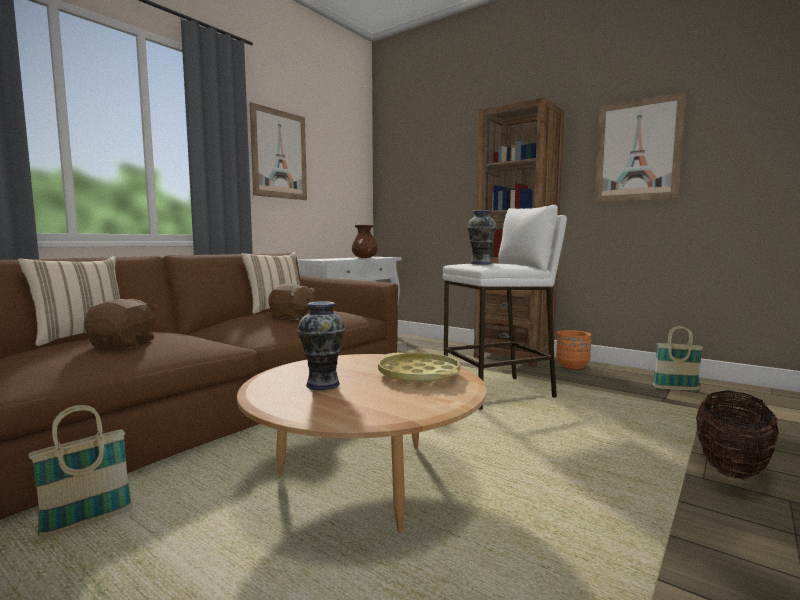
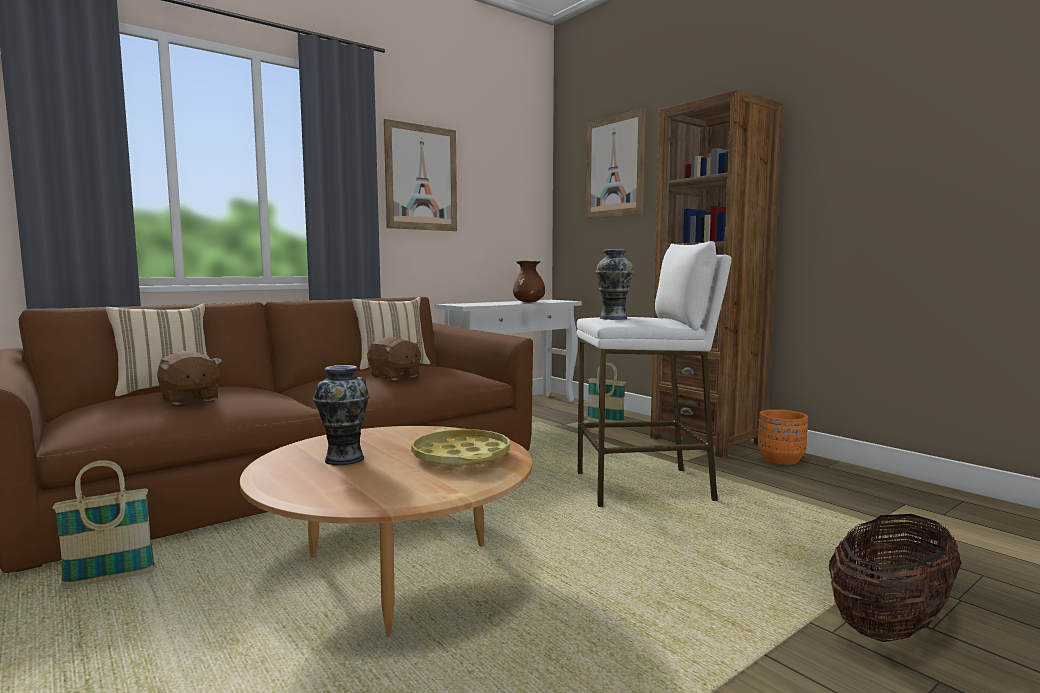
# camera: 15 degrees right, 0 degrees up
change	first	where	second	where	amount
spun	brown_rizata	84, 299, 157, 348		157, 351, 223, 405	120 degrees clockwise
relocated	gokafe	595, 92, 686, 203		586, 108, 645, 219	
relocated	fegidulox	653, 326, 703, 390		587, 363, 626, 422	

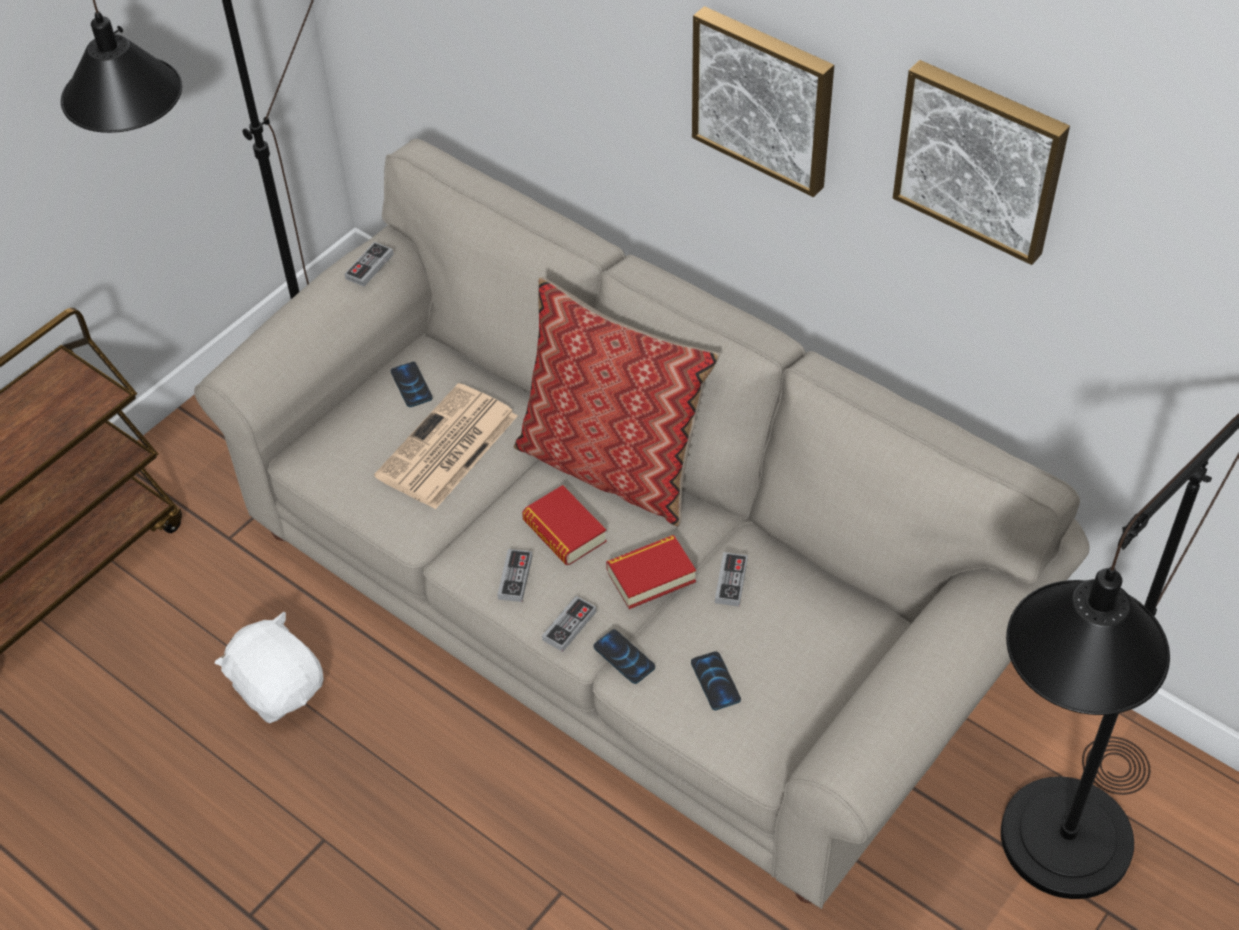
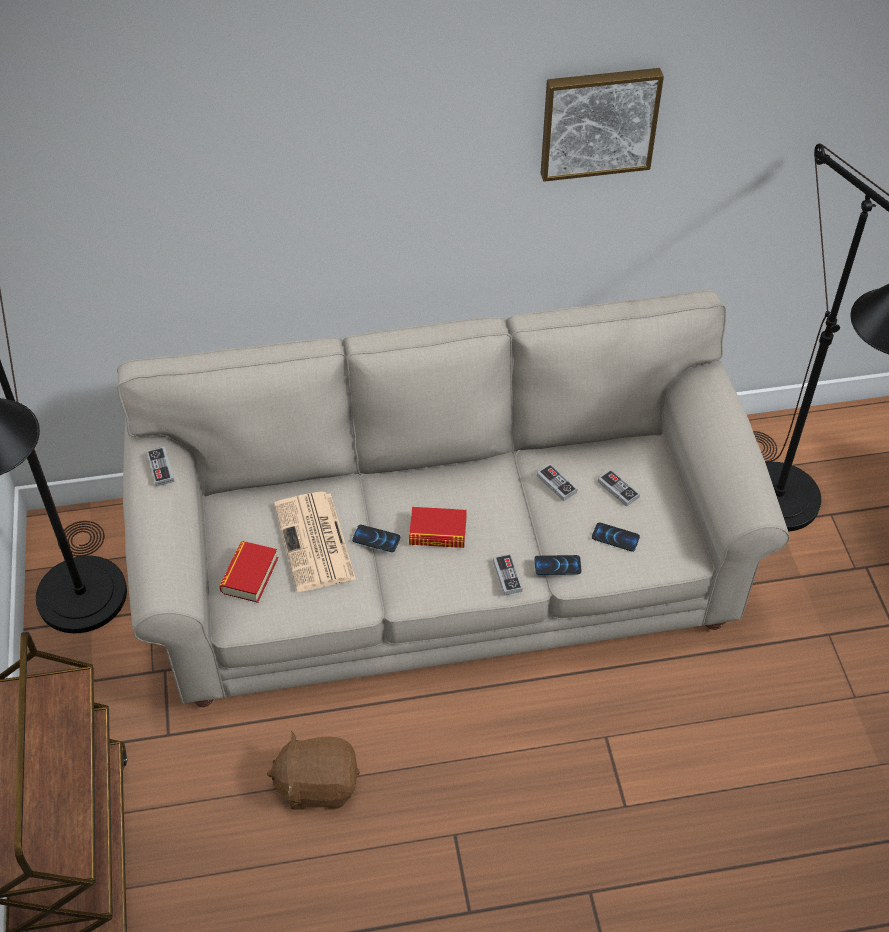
# camera: 50 degrees left, 0 degrees up
change	first	where	second	where	amount
relocated	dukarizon	606, 535, 696, 609		219, 541, 278, 603	
colour	white_rizata	215, 612, 324, 723	brown_rizata	267, 731, 360, 810	
relocated	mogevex	391, 362, 433, 407		352, 525, 400, 552	
relocated	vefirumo	497, 549, 533, 602		598, 470, 640, 507	
missing	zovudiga	514, 277, 720, 527			
missing	gokafe	692, 6, 834, 197			

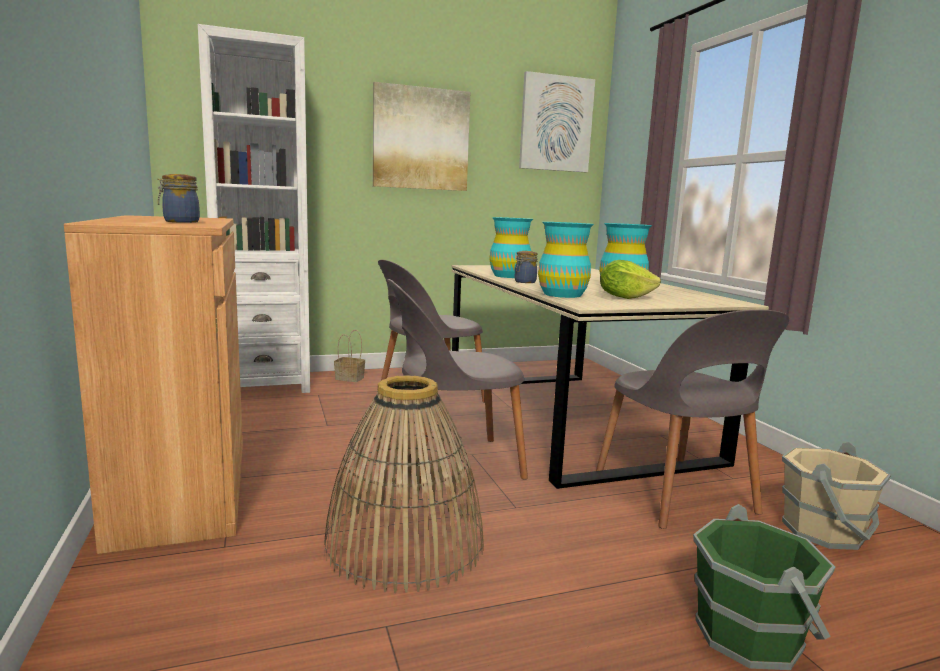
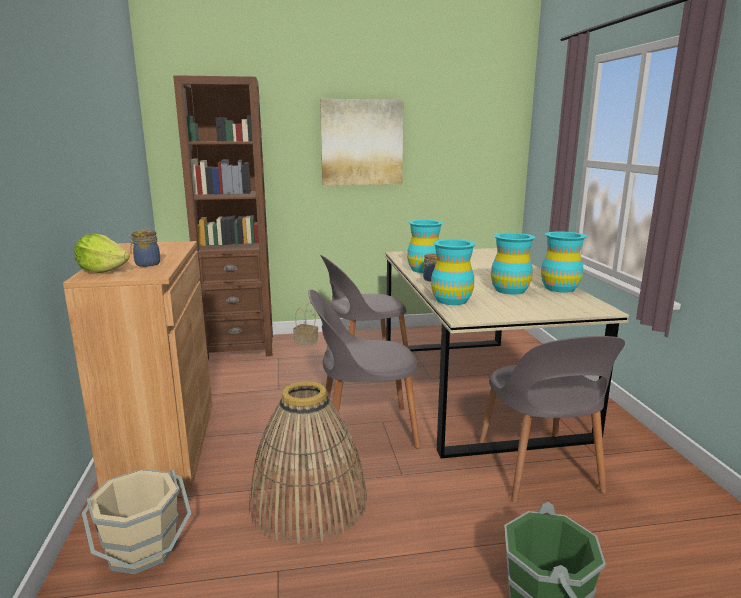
# camera: 10 degrees right, 5 degrees up
change	first	where	second	where	amount
relocated	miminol	600, 260, 661, 299		74, 234, 130, 273	
relocated	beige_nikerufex	782, 442, 891, 550		81, 469, 192, 574	
colour	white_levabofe	198, 24, 310, 393	brown_levabofe	173, 75, 273, 360	
appeared			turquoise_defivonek	541, 231, 587, 293	
missing	gokafe	519, 71, 595, 172			

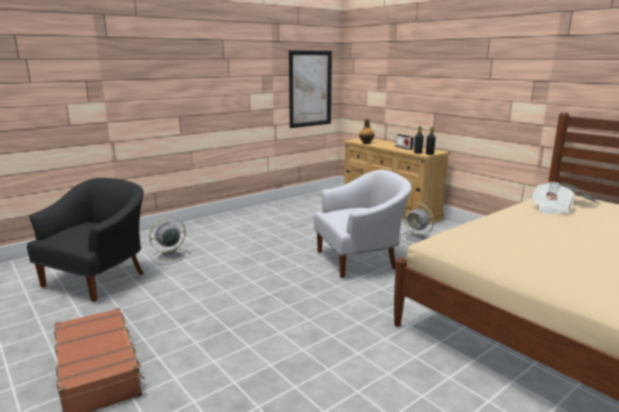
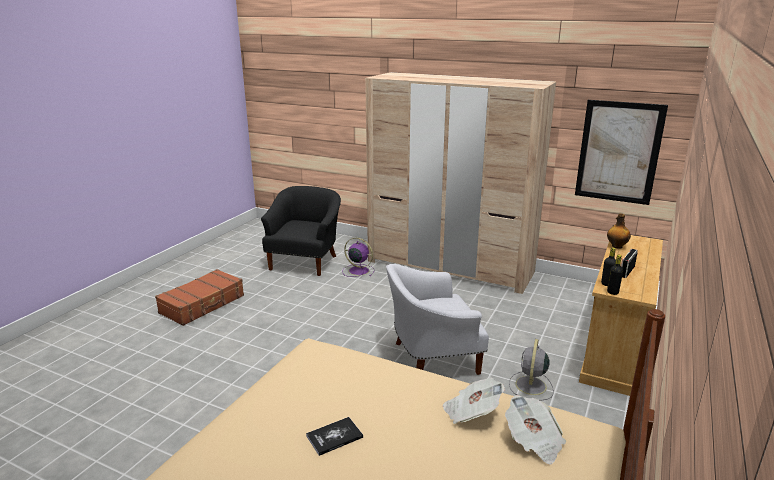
# camera: 65 degrees right, 5 degrees up
change	first	where	second	where	amount
spun	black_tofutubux	27, 178, 144, 302		261, 186, 341, 276	75 degrees counterclockwise
appeared			dukarizon	306, 417, 363, 456	
colour	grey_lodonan	149, 217, 191, 265	purple_lodonan	342, 238, 375, 277	
appeared			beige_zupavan	365, 72, 556, 294	
spun	white_tofutubux	314, 170, 412, 278		386, 264, 489, 375	120 degrees clockwise

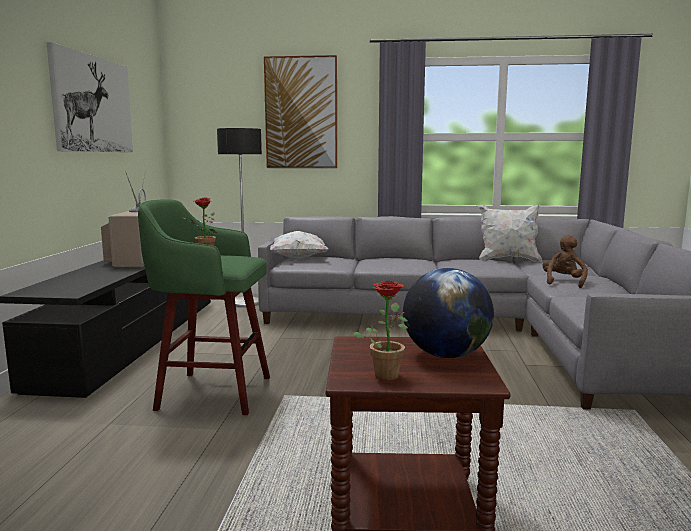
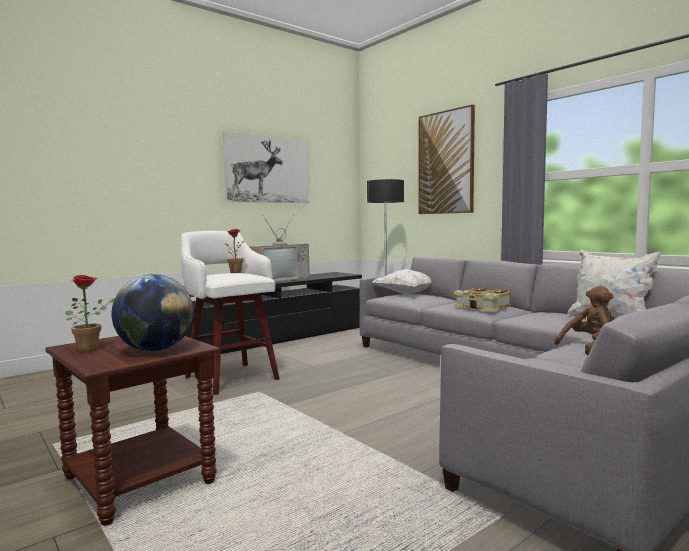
# camera: 45 degrees right, 5 degrees down
change	first	where	second	where	amount
colour	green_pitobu	138, 199, 270, 415	white_pitobu	181, 231, 280, 395	
appeared			dukarizon	454, 288, 511, 312	

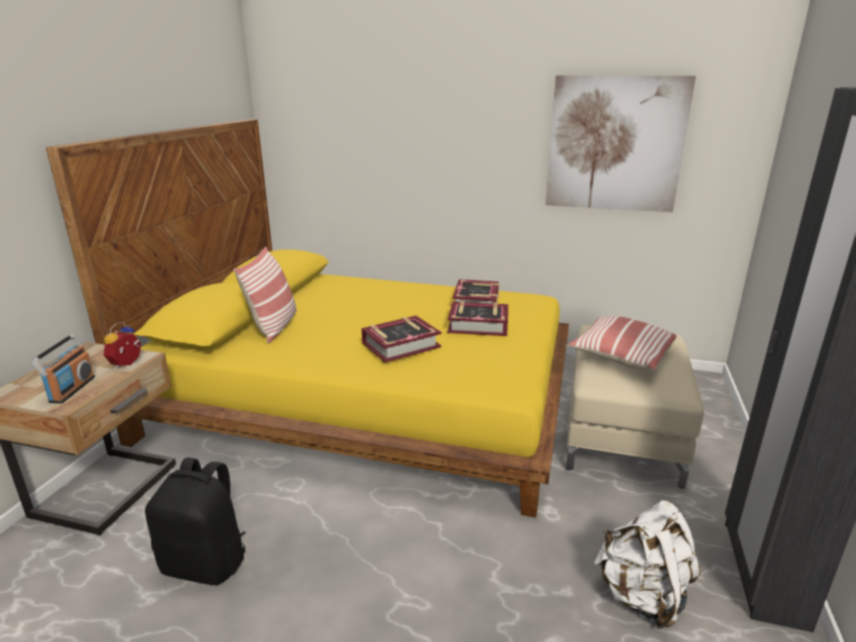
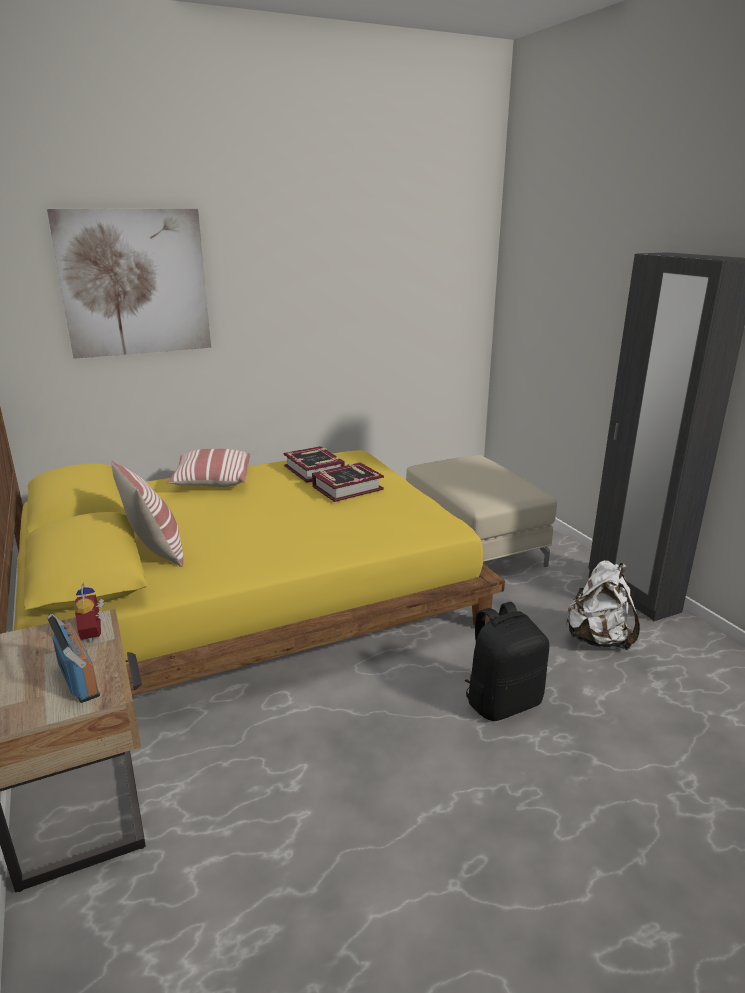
# camera: 40 degrees left, 0 degrees up
change	first	where	second	where	amount
relocated	gokafe	545, 75, 696, 212		47, 209, 211, 359	
relocated	zovudiga	568, 316, 677, 370		166, 449, 250, 487	
relocated	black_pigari	145, 457, 246, 585		465, 602, 549, 721	
missing	dukarizon	362, 316, 441, 362			

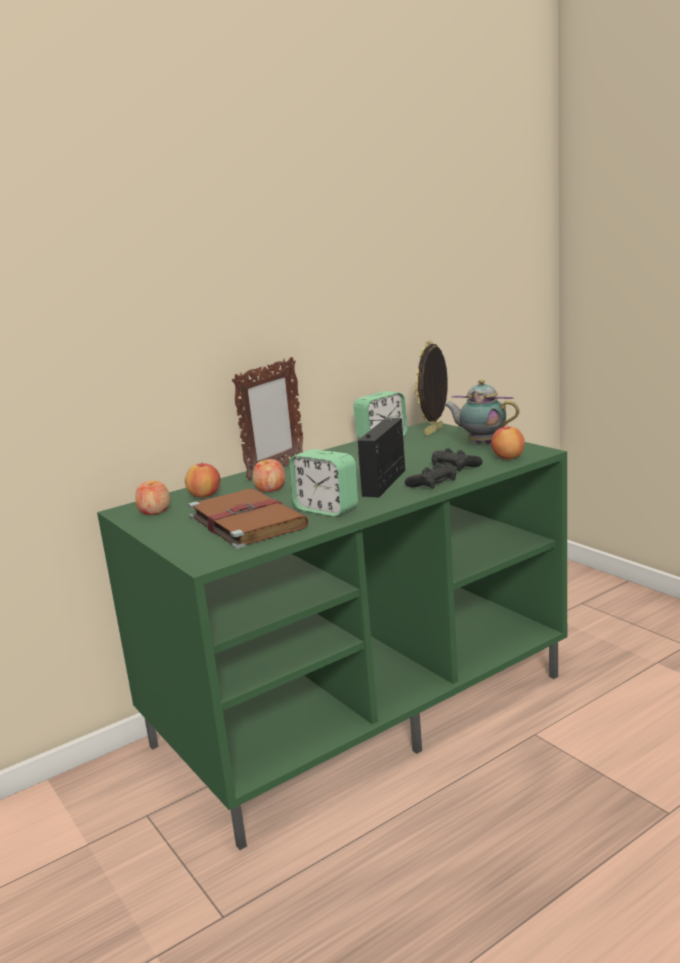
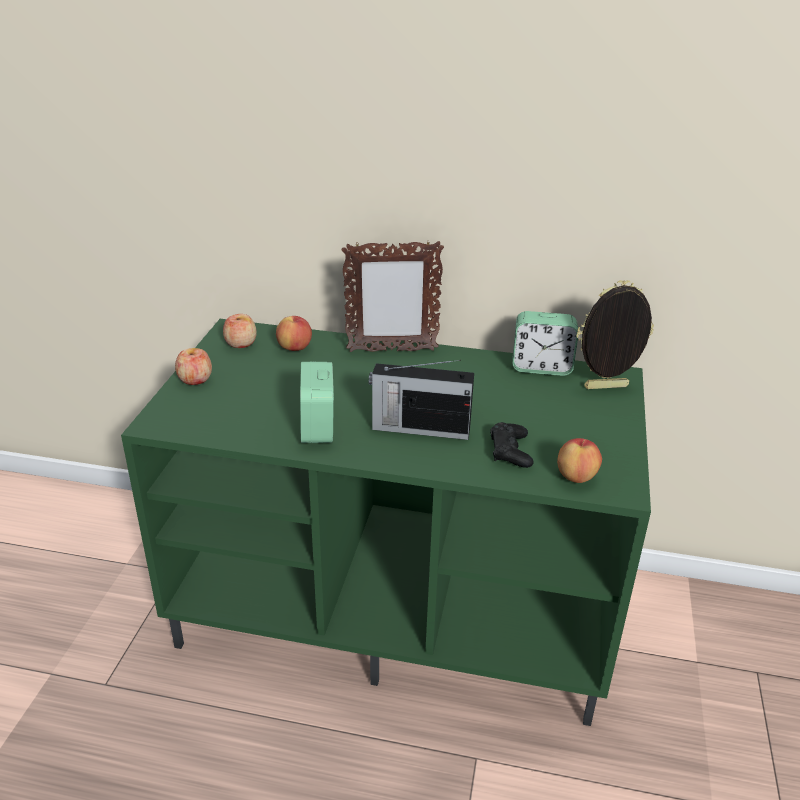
# camera: 45 degrees right, 15 degrees up
change	first	where	second	where	amount
relocated	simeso	253, 459, 286, 492		175, 348, 212, 385	
spun	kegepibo	357, 418, 405, 497		369, 360, 474, 440	150 degrees counterclockwise
missing	brown_dukarizon	188, 489, 309, 549			
missing	black_vefirumo	405, 463, 457, 489			
missing	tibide	444, 380, 519, 444			

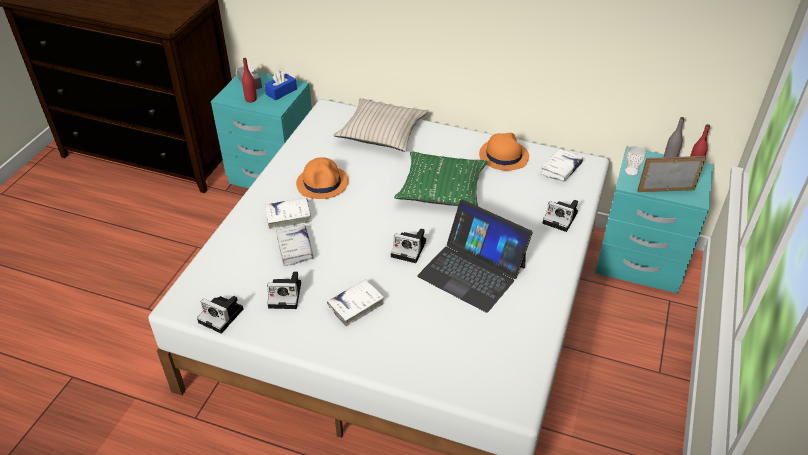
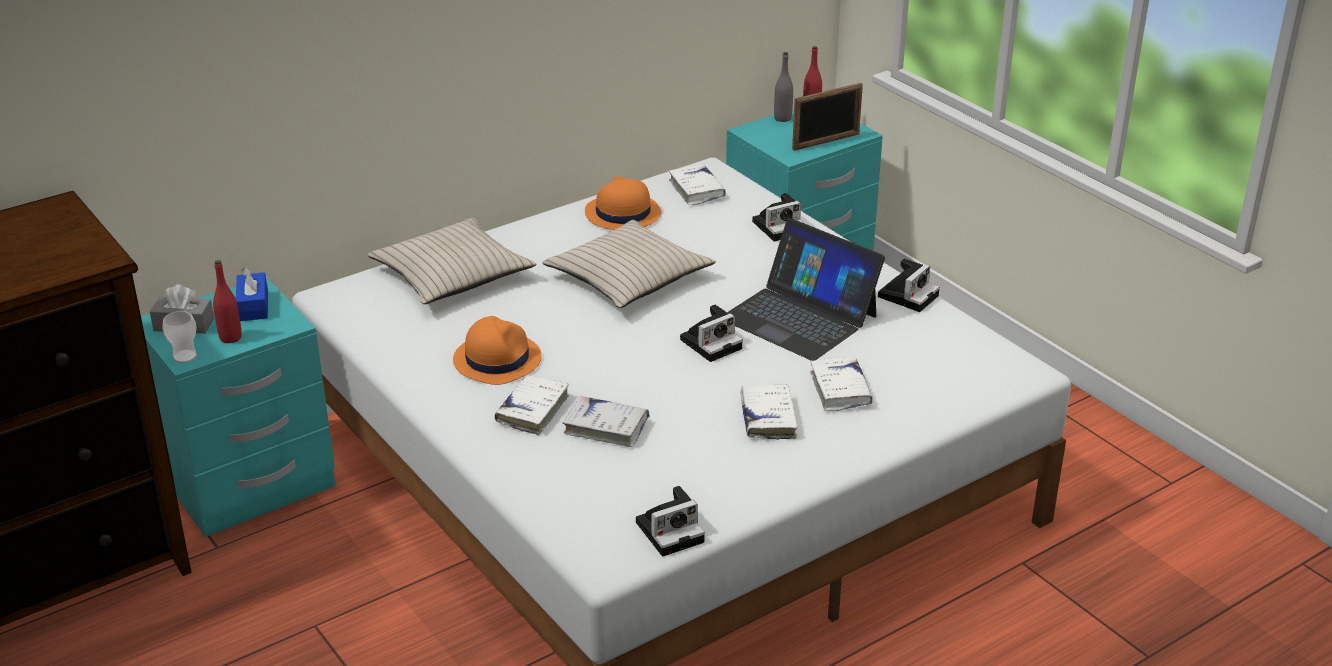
# camera: 55 degrees left, 10 degrees down
change	first	where	second	where	amount
relocated	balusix	625, 146, 646, 176		162, 311, 197, 363	
colour	green_zovudiga	394, 152, 488, 206	beige_zovudiga	542, 220, 716, 308	
spun	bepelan	417, 200, 533, 313		727, 218, 885, 361	60 degrees clockwise
spun	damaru	637, 156, 706, 192		792, 83, 863, 151	150 degrees counterclockwise
appeared			white_dukarizon	810, 356, 873, 411	
relocated	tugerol	267, 271, 301, 309		878, 259, 940, 312	

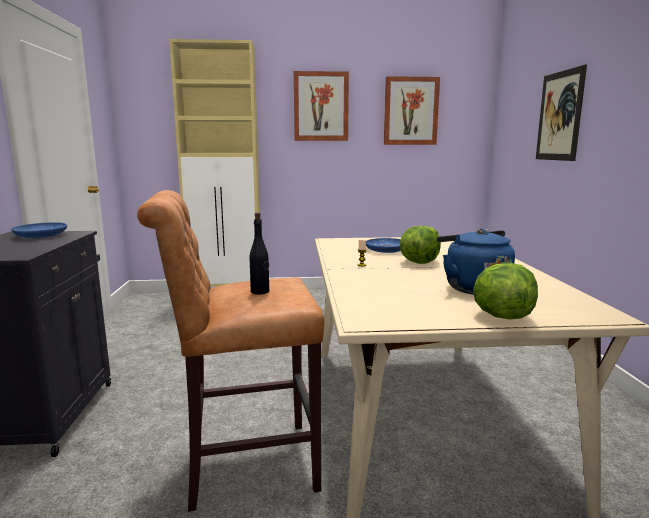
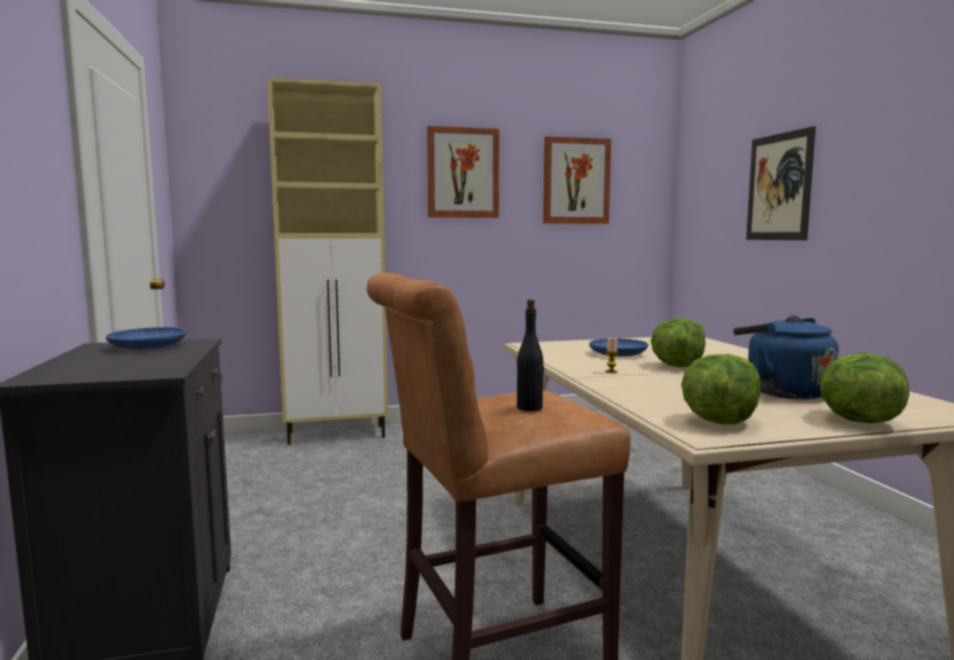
# camera: 10 degrees left, 5 degrees down
change	first	where	second	where	amount
appeared			miminol	681, 354, 760, 425	

